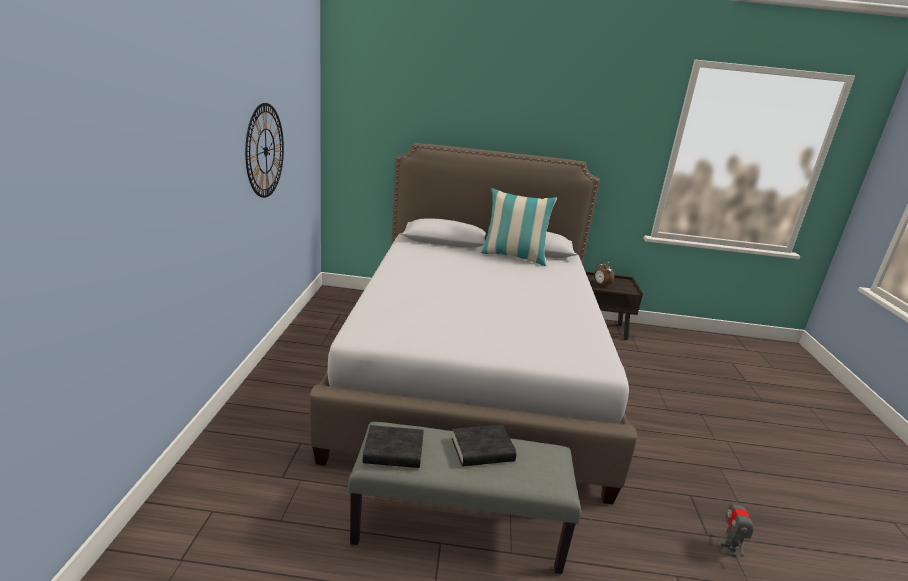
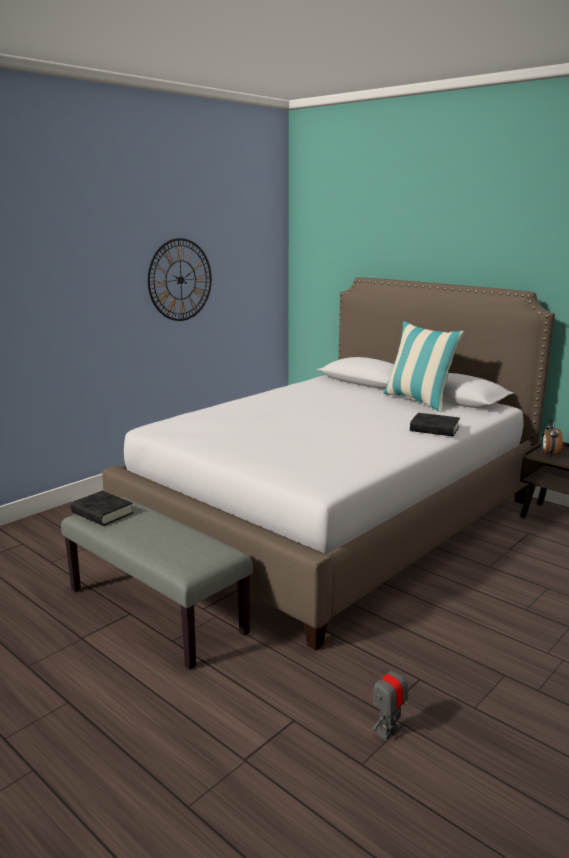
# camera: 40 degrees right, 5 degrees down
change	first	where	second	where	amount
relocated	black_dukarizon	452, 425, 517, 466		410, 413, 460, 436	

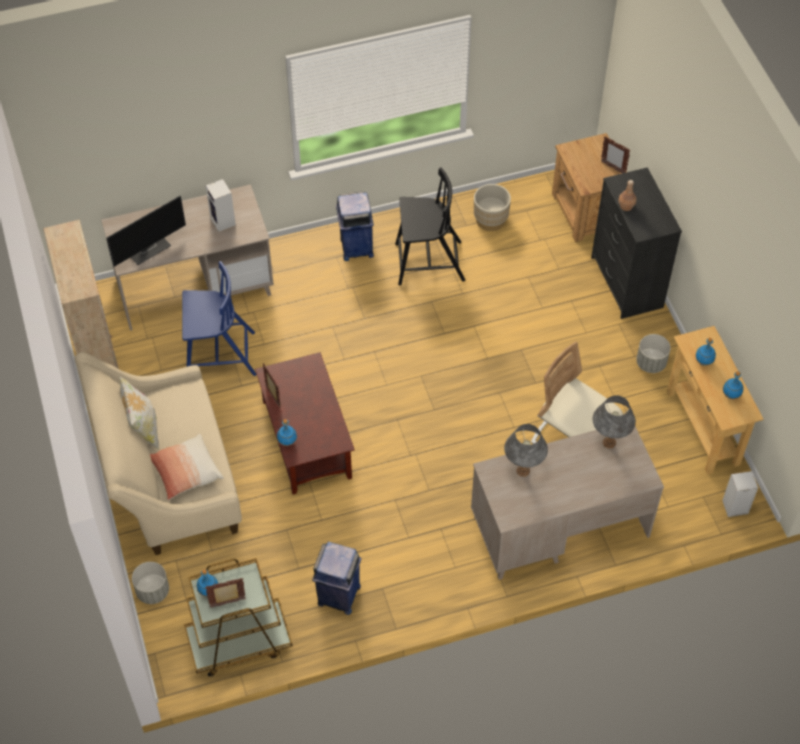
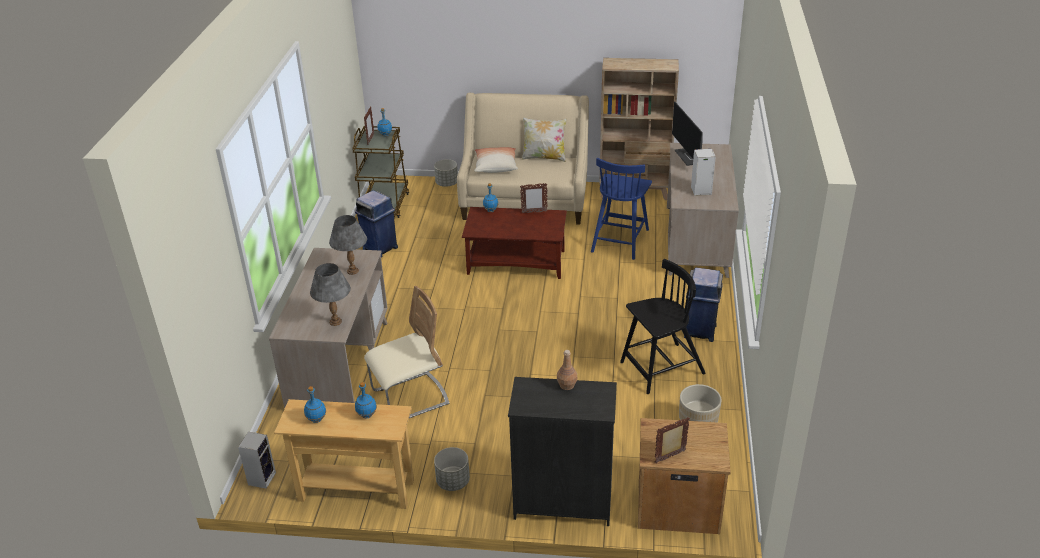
# camera: 115 degrees right, 20 degrees down
change	first	where	second	where	amount
spun	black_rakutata	395, 167, 465, 285		620, 259, 706, 394	135 degrees counterclockwise

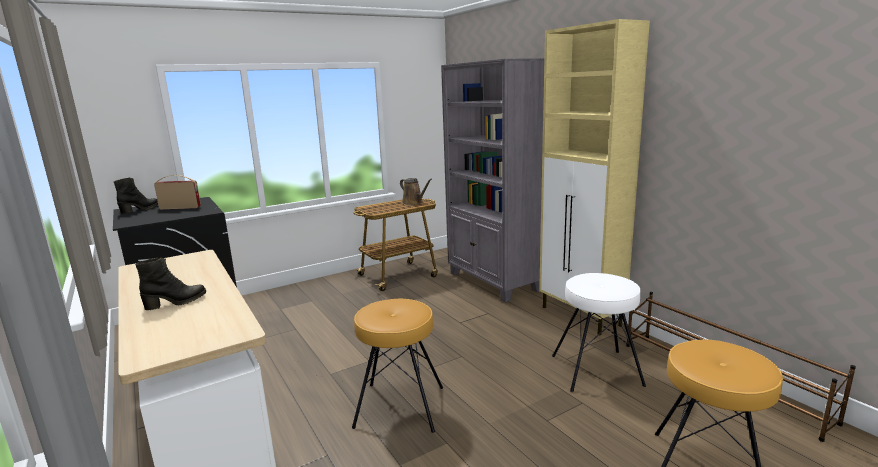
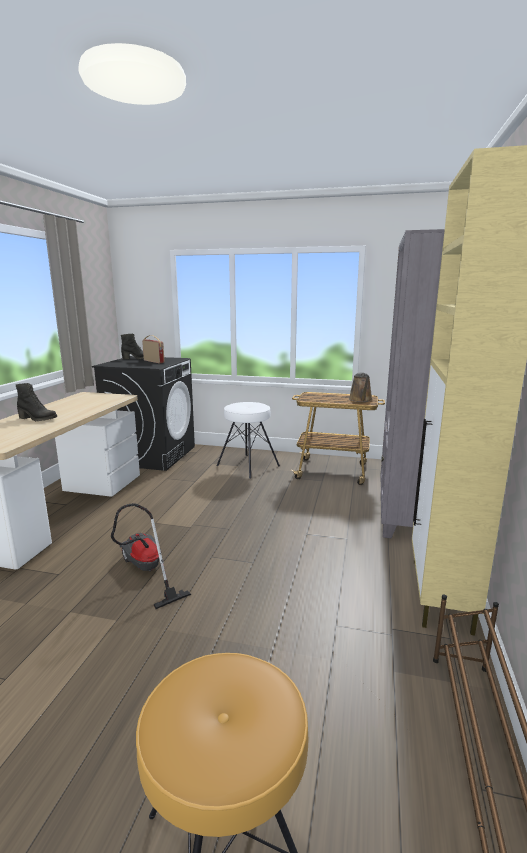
# camera: 45 degrees right, 0 degrees up
change	first	where	second	where	amount
exchanged	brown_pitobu	352, 298, 443, 433	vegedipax	111, 503, 191, 609	
relocated	white_pitobu	552, 273, 646, 392		217, 402, 280, 479	

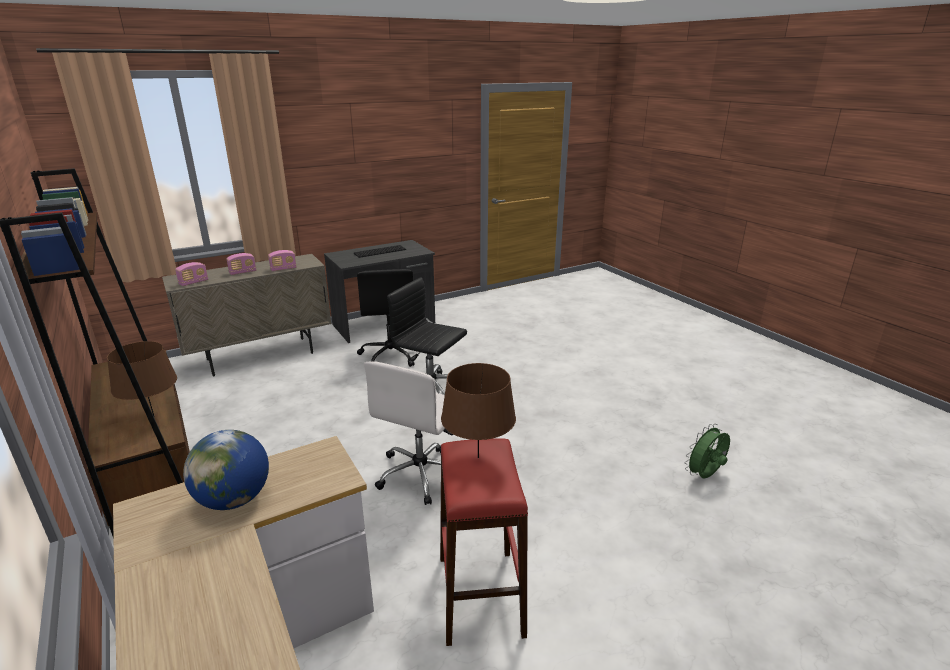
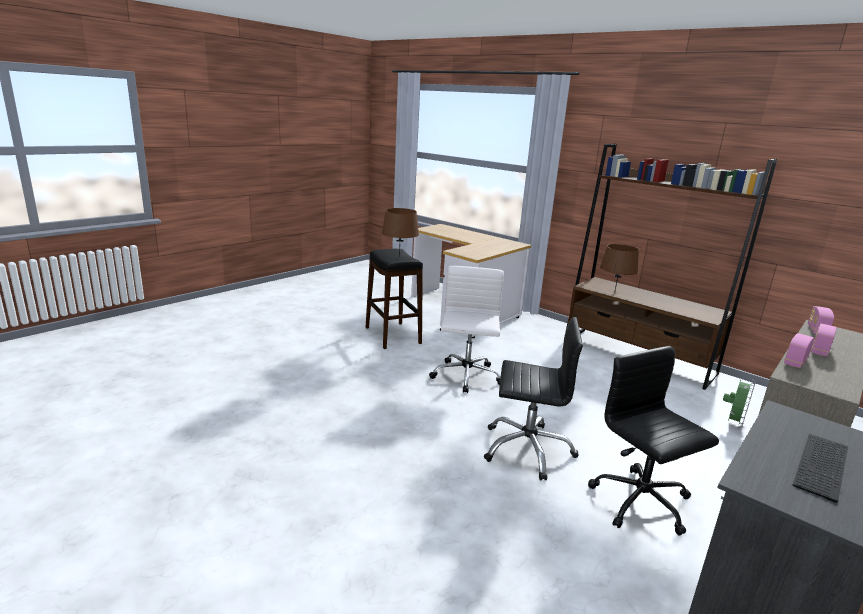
# camera: 160 degrees right, 5 degrees down
change	first	where	second	where	amount
colour	red_pitobu	440, 438, 528, 646	black_pitobu	366, 249, 423, 349	
relocated	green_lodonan	684, 424, 730, 478		723, 379, 756, 428	
missing	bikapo	183, 430, 269, 510			

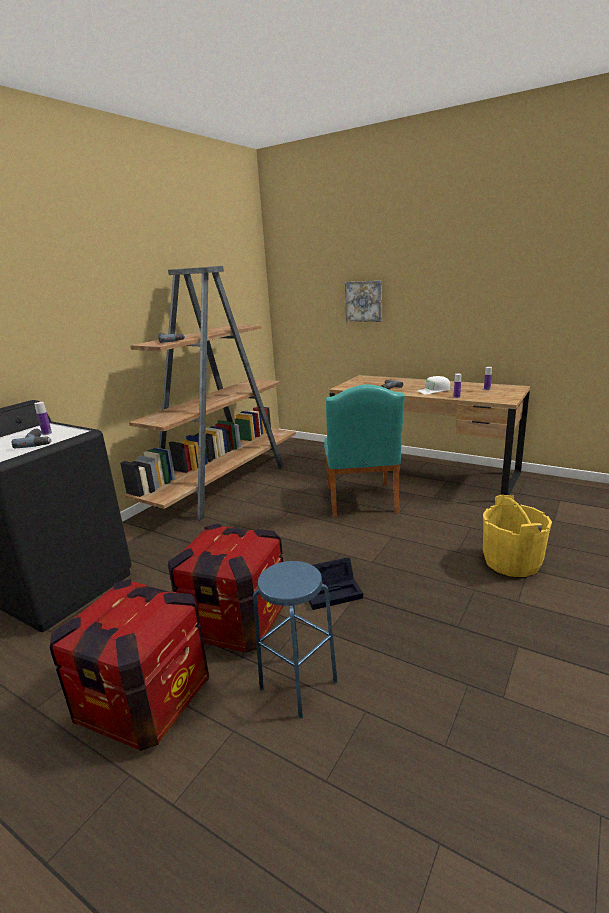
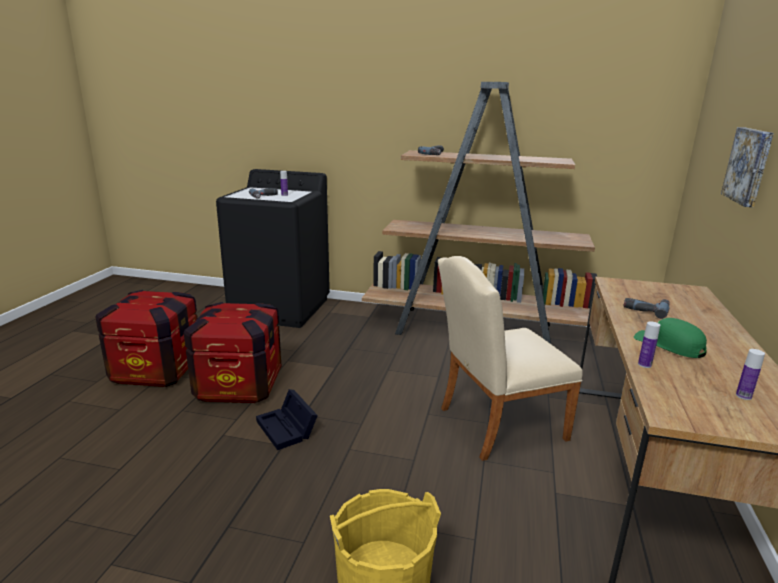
# camera: 70 degrees right, 0 degrees up
change	first	where	second	where	amount
colour	turquoise_rakutata	324, 384, 405, 518	beige_rakutata	438, 256, 583, 461	
colour	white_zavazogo	417, 376, 451, 395	green_zavazogo	634, 318, 707, 358	
missing	blue_pitobu	253, 561, 338, 719			

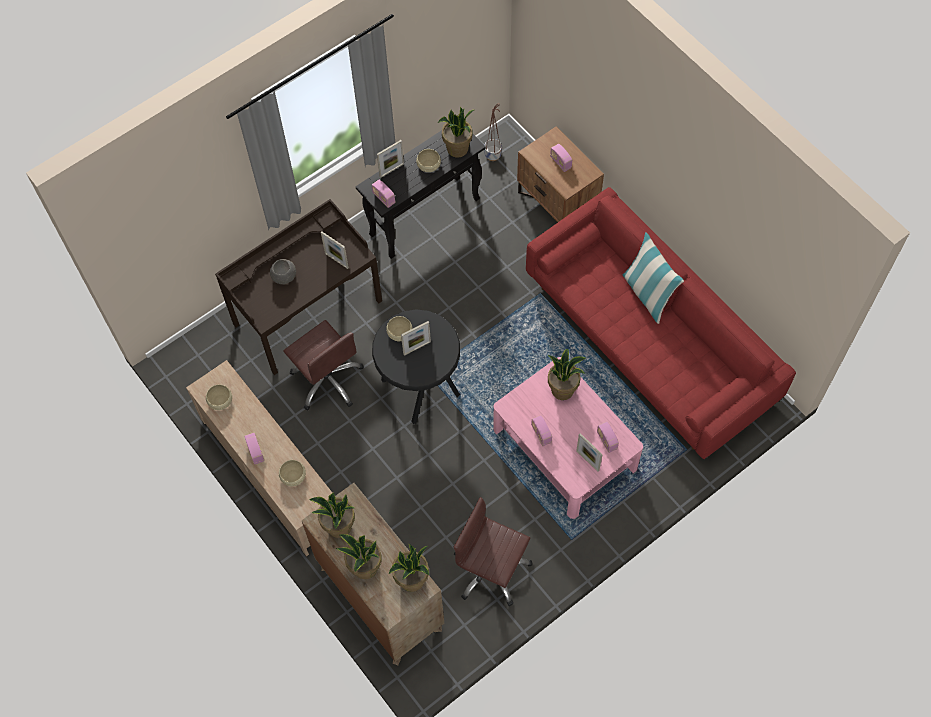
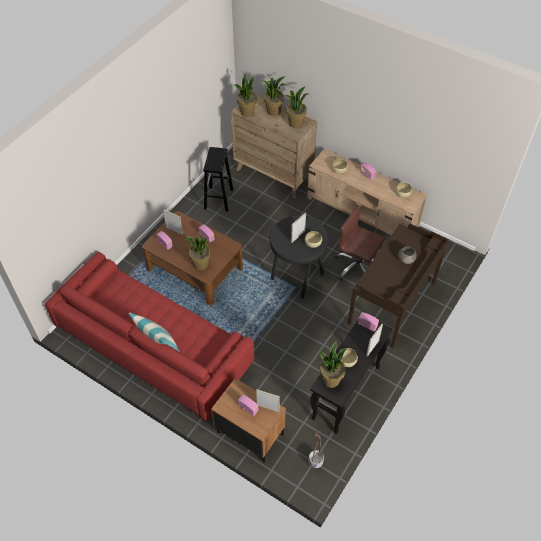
# camera: 160 degrees right, 10 degrees down
change	first	where	second	where	amount
colour	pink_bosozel	493, 357, 643, 519	brown_bosozel	142, 211, 243, 305	
exchanged	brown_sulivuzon	454, 497, 533, 606	black_pitobu	203, 147, 233, 212	
relocated	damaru	321, 232, 349, 269		256, 389, 280, 412	

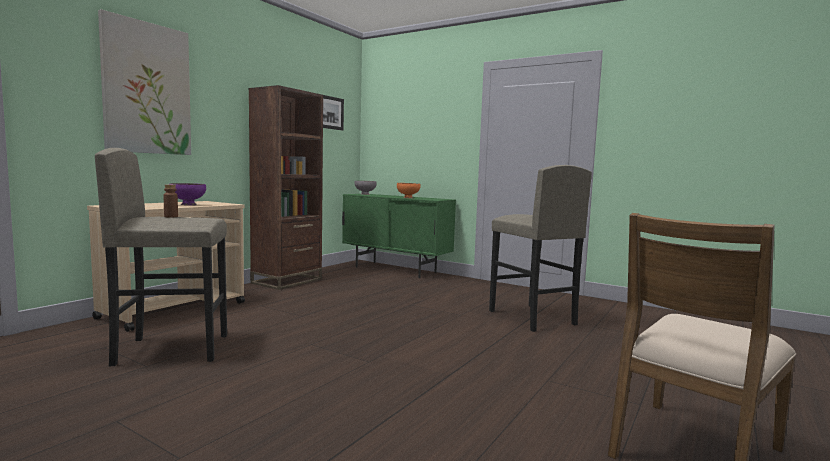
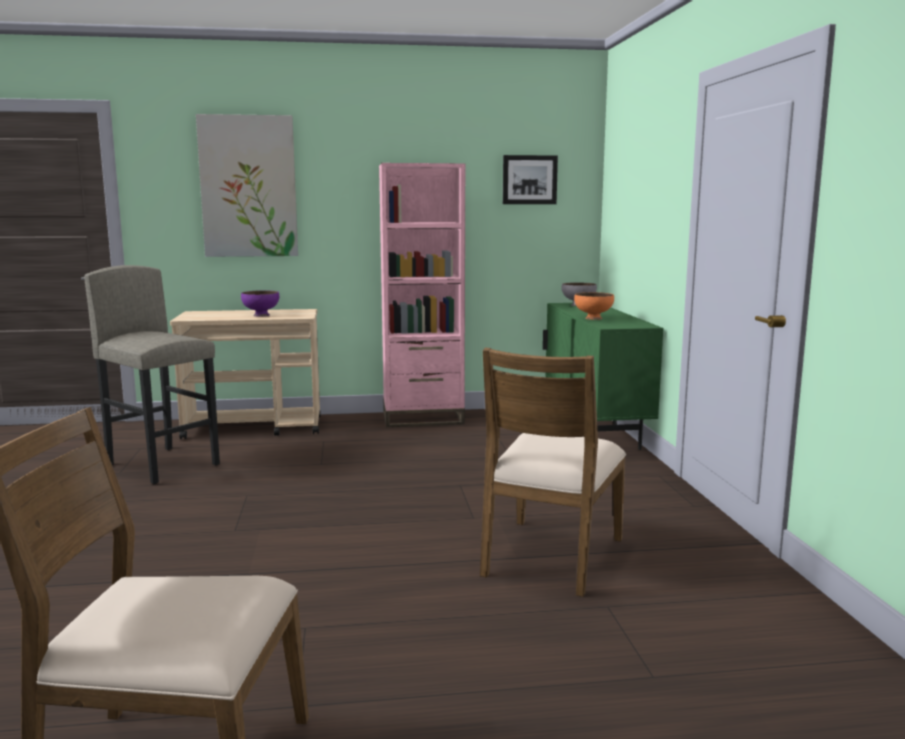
# camera: 50 degrees right, 5 degrees up
change	first	where	second	where	amount
colour	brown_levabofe	249, 85, 323, 290	pink_levabofe	379, 163, 465, 427	
exchanged	grey_pitobu	489, 165, 592, 332	brown_rakutata	480, 348, 626, 597	
missing	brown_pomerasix	164, 184, 178, 218			

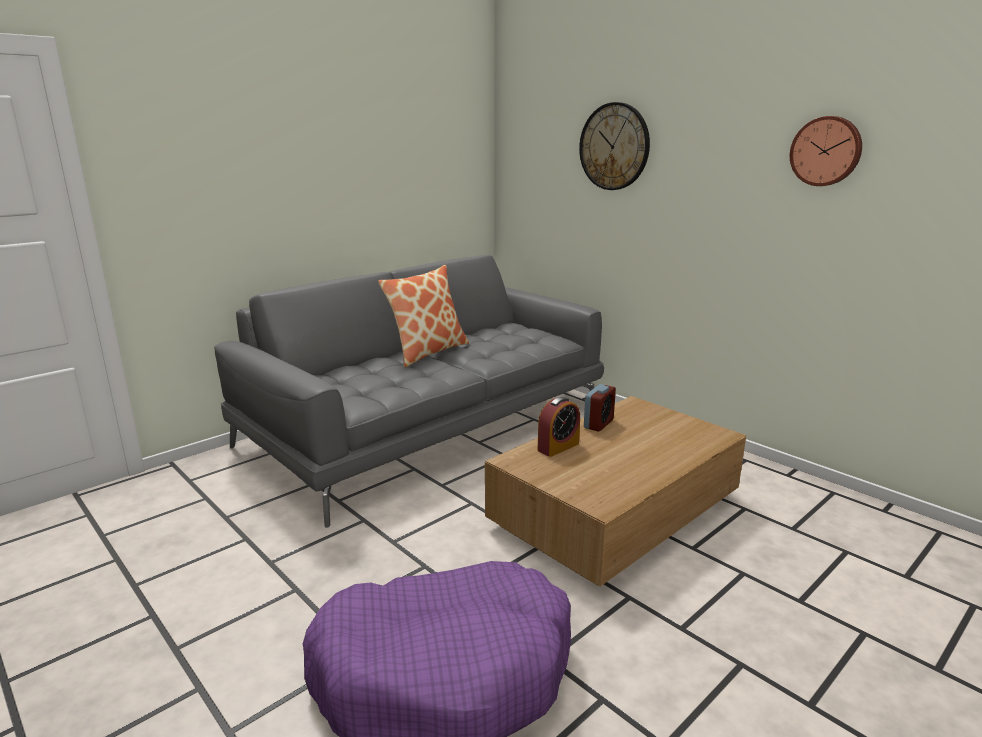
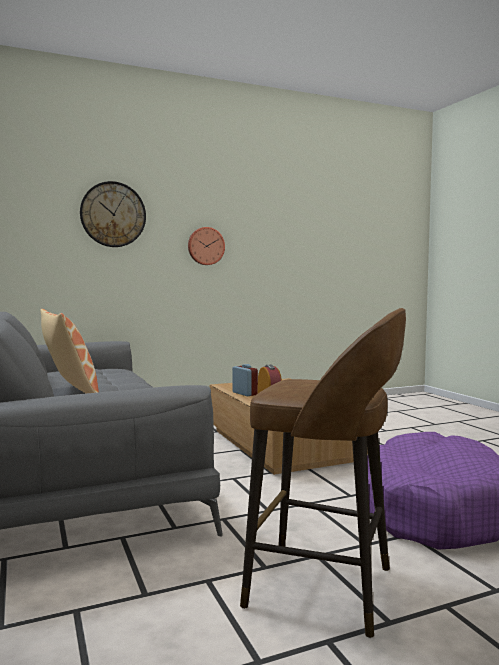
# camera: 70 degrees left, 15 degrees down
change	first	where	second	where	amount
relocated	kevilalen	790, 116, 862, 186		188, 227, 225, 265	
appeared			brown_pitobu	240, 308, 406, 638	

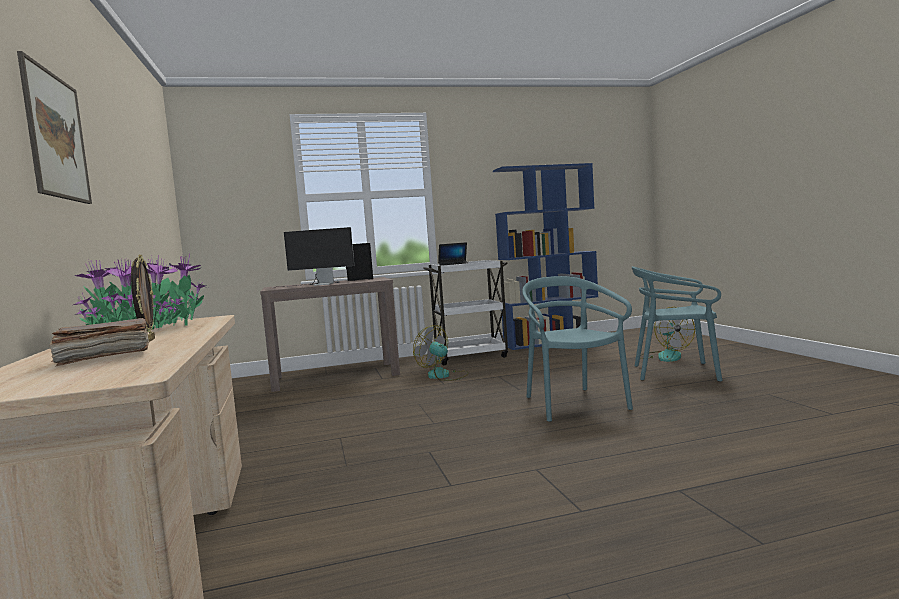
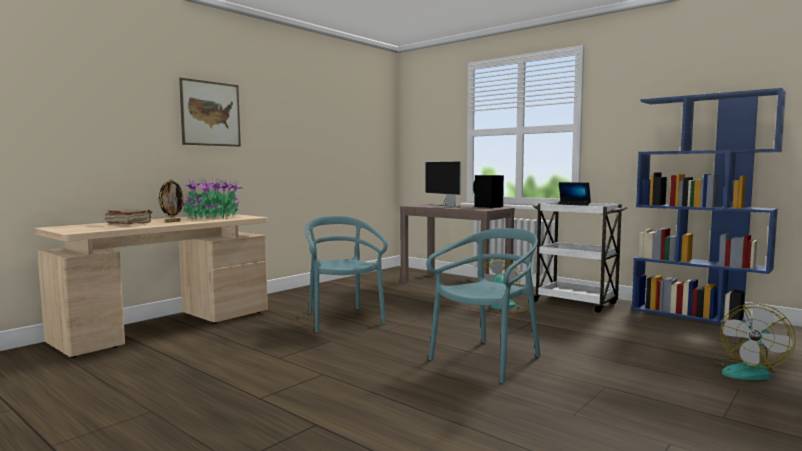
# camera: 55 degrees right, 0 degrees up
change	first	where	second	where	amount
relocated	turquoise_rakutata	632, 266, 723, 382		305, 216, 388, 333	

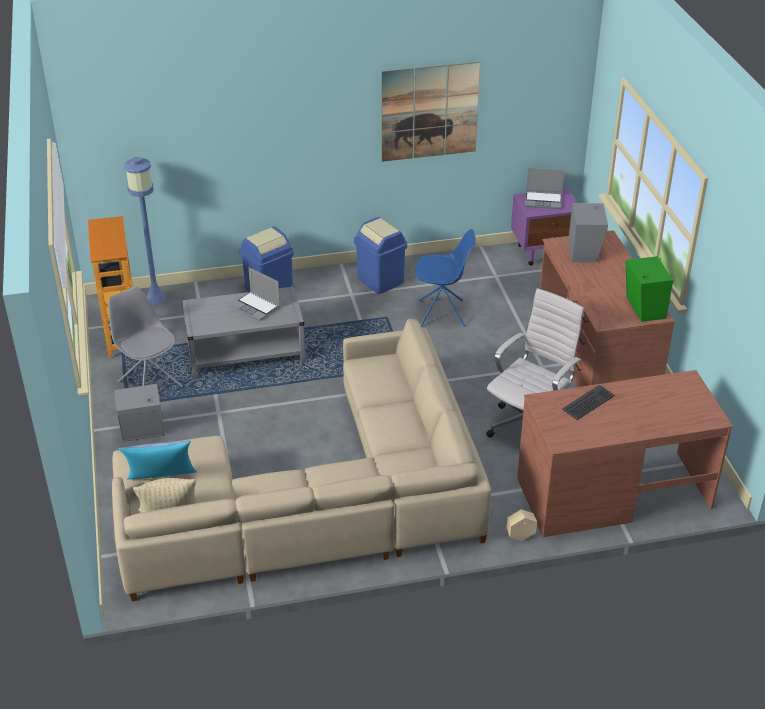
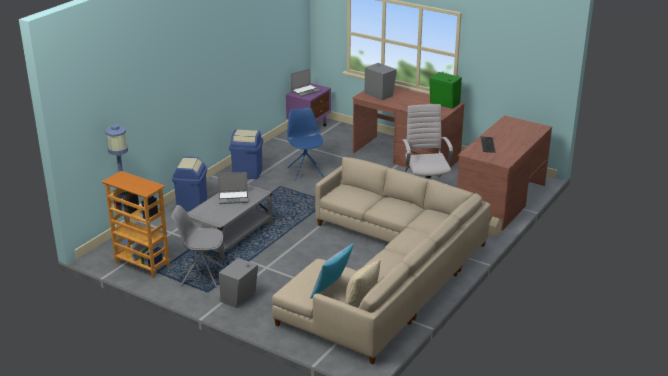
# camera: 45 degrees left, 10 degrees down
change	first	where	second	where	amount
spun	blue_rakutata	416, 229, 476, 327		287, 107, 324, 181	60 degrees counterclockwise
missing	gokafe	382, 62, 480, 162			

